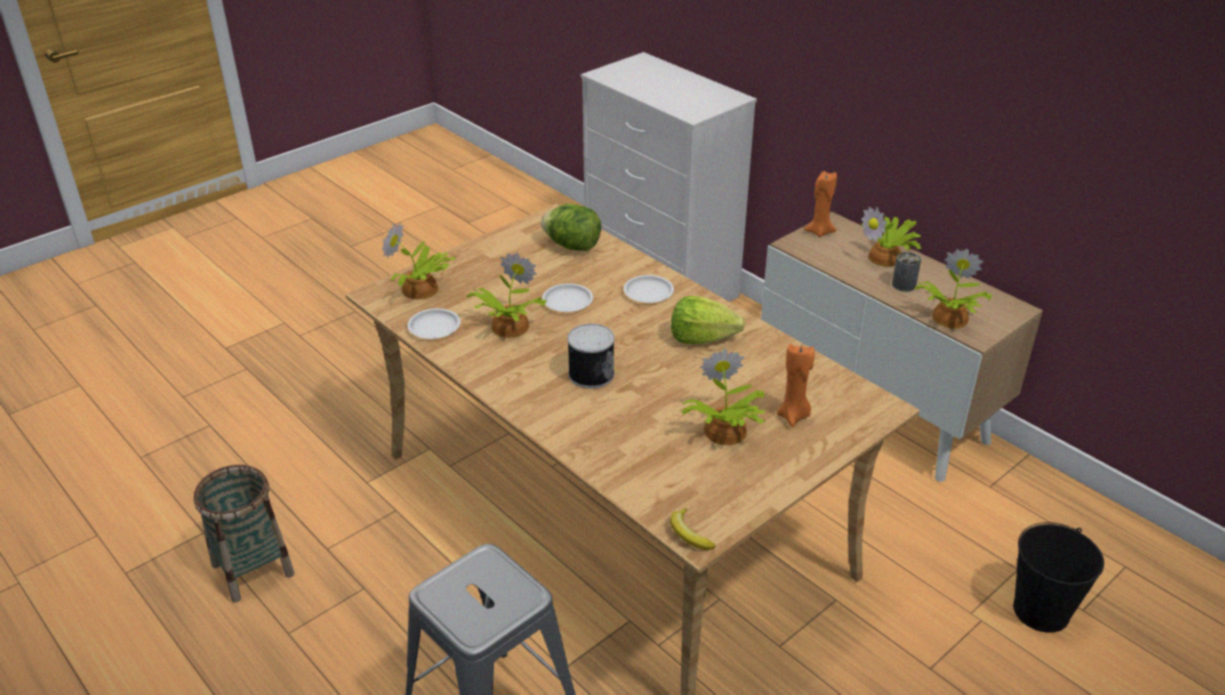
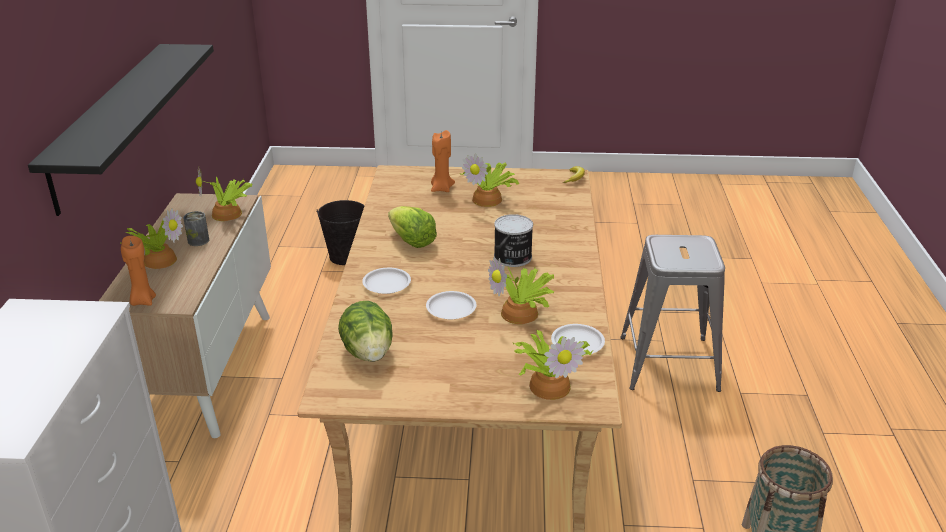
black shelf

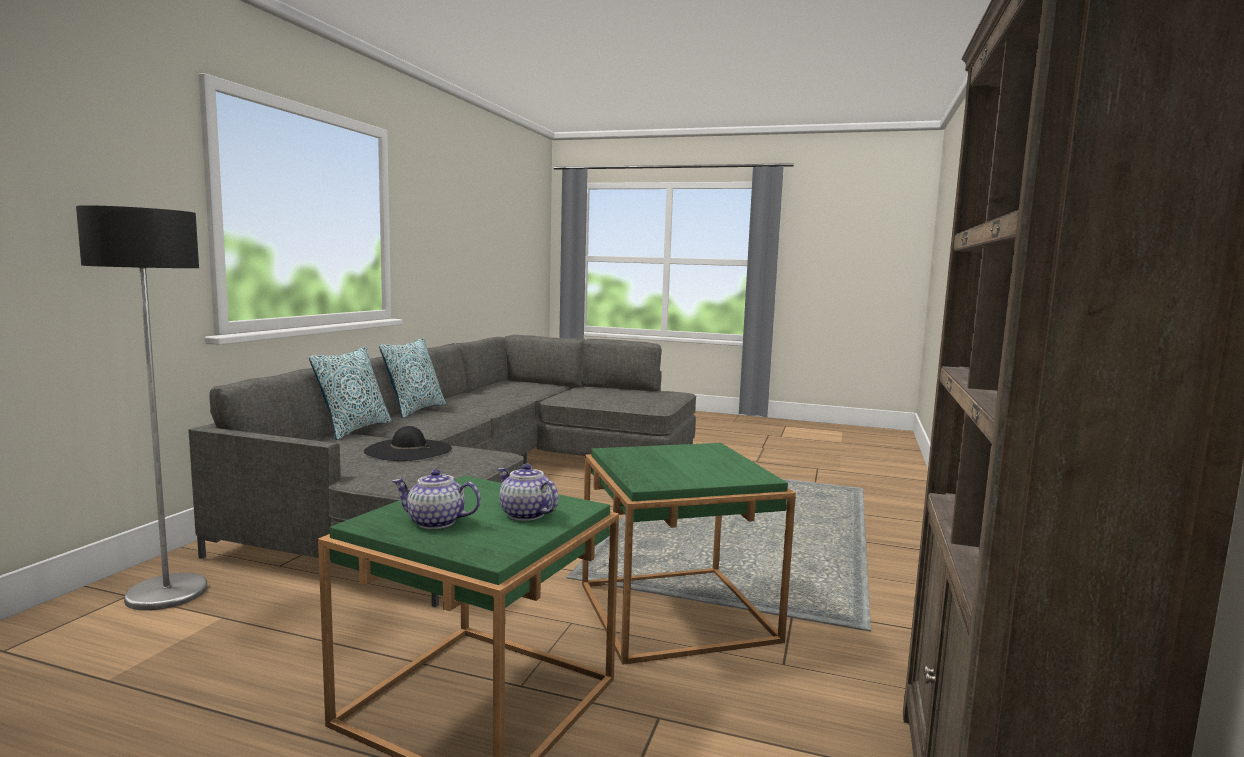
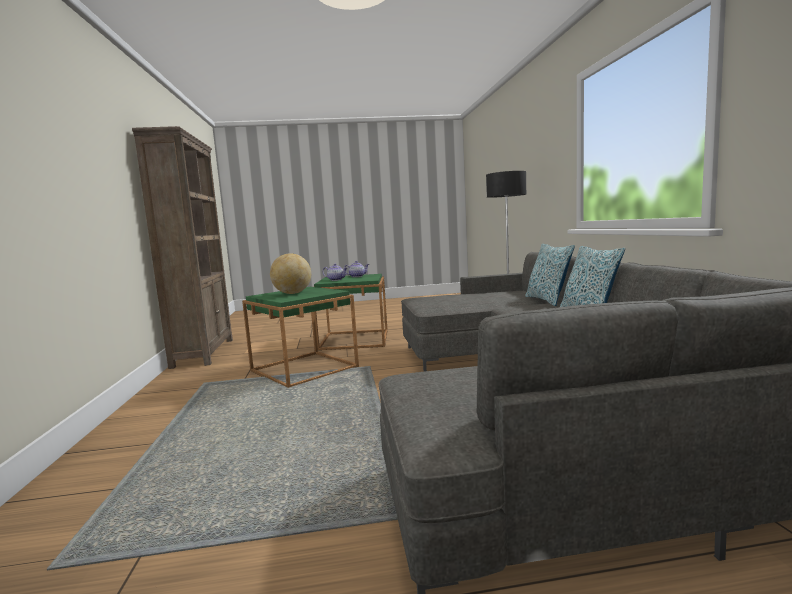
black hat; globe

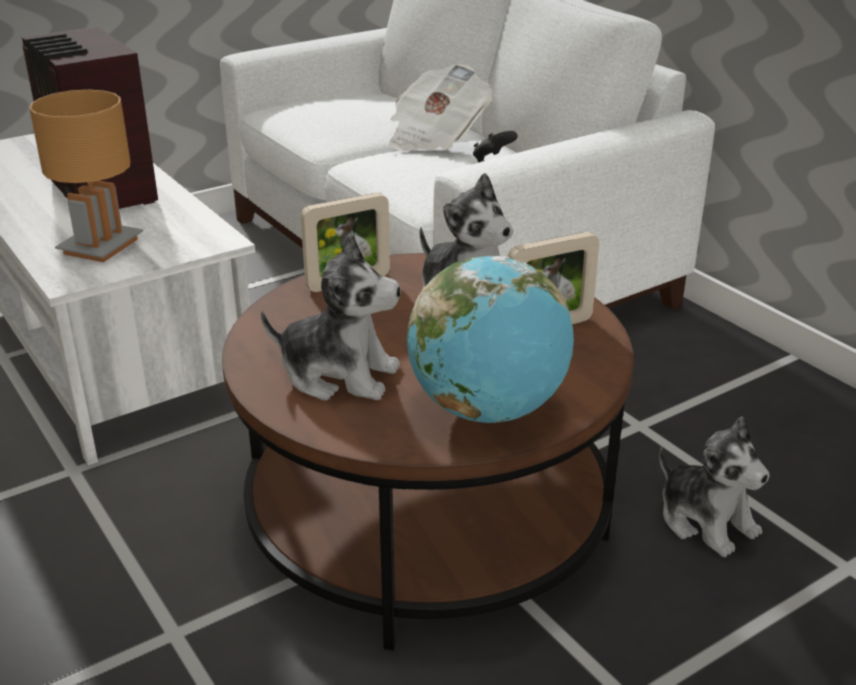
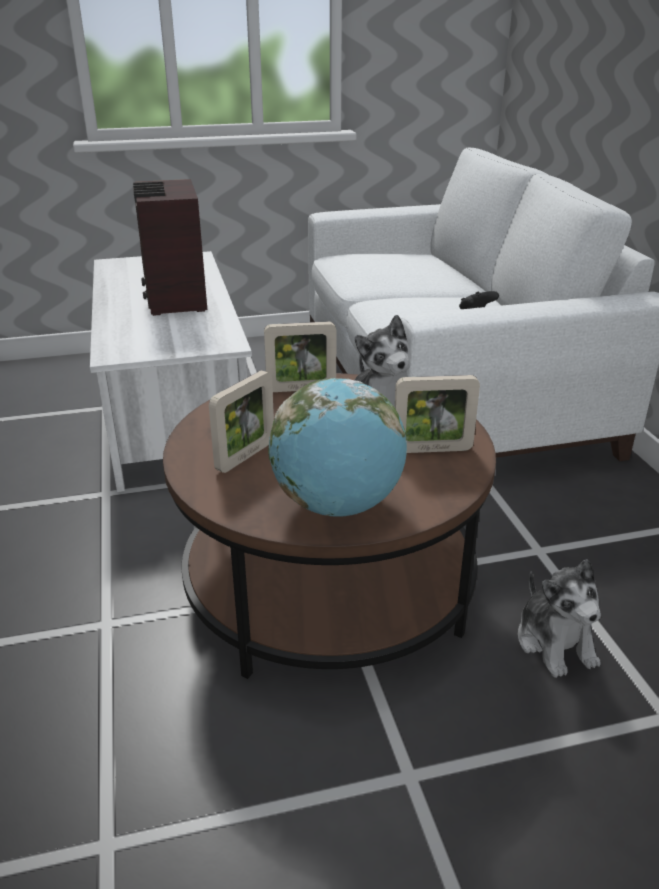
brown table lamp; newspaper; picture frame (no. 1 from left)

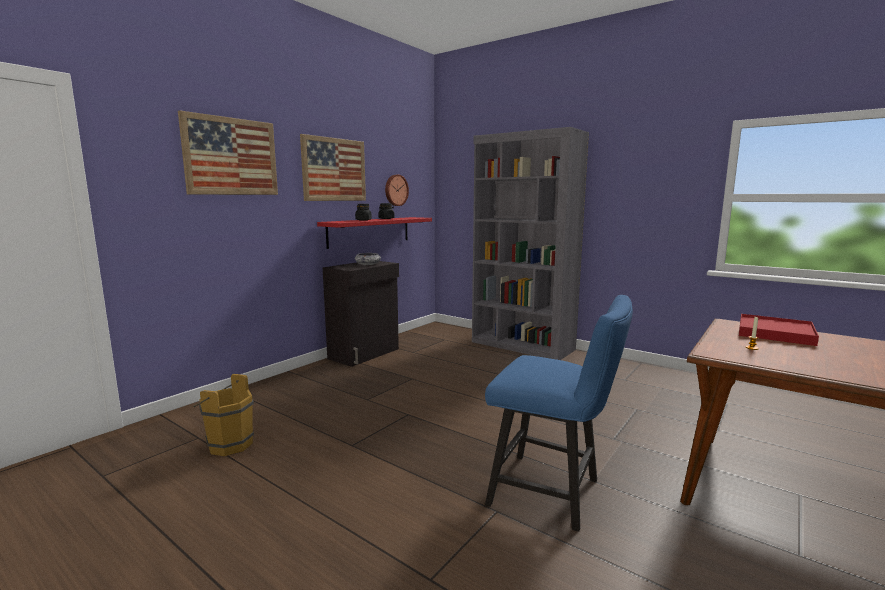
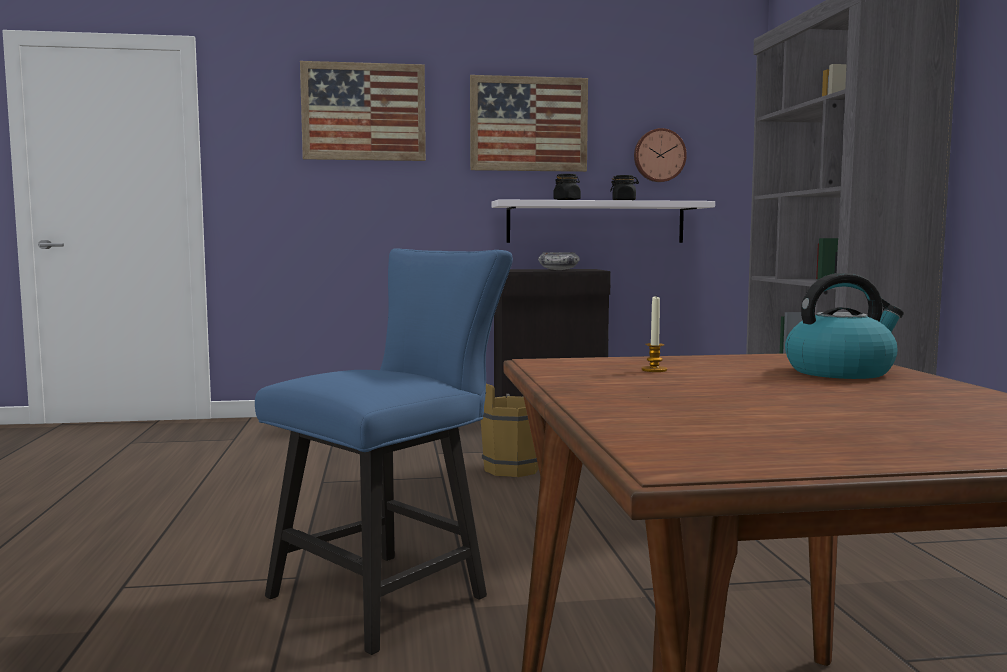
brown bucket; kettle; white shelf; blue chair

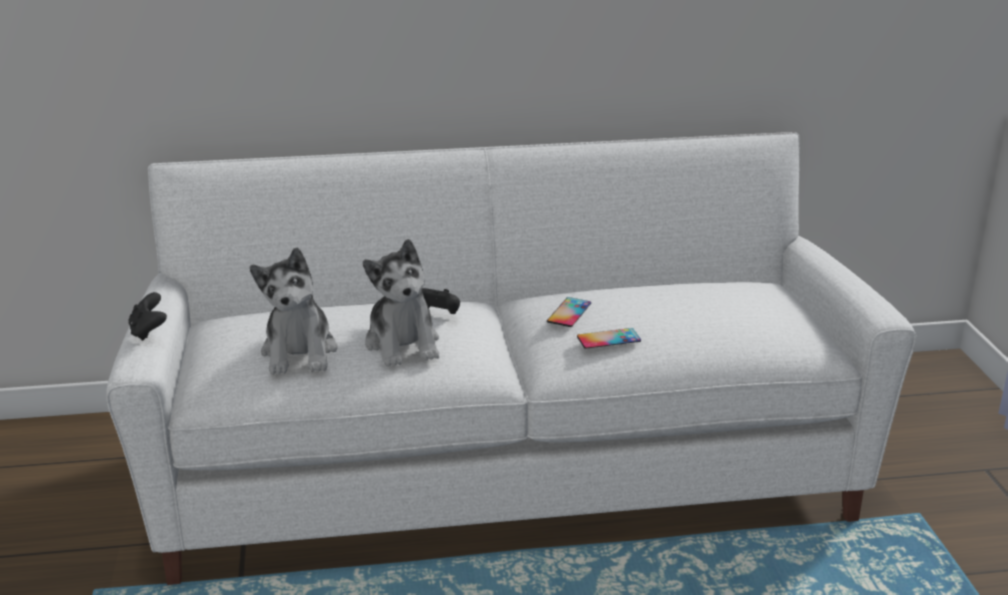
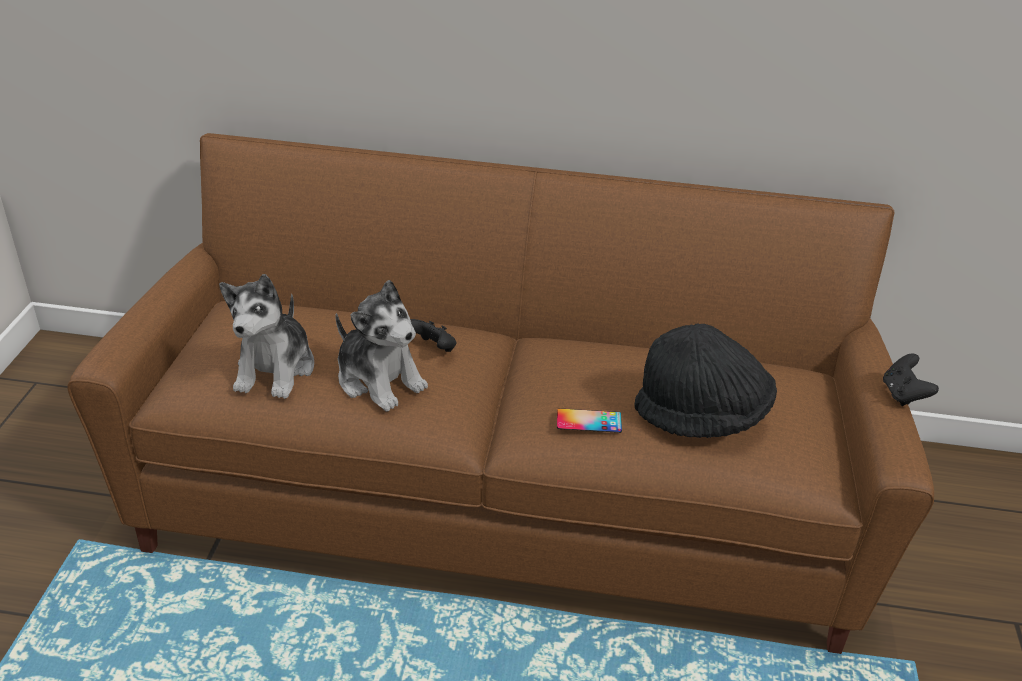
phone (no. 1 from left in the first image); black hat; black game controller (no. 2 from left); brown sofa; plush toy (no. 2 from left)

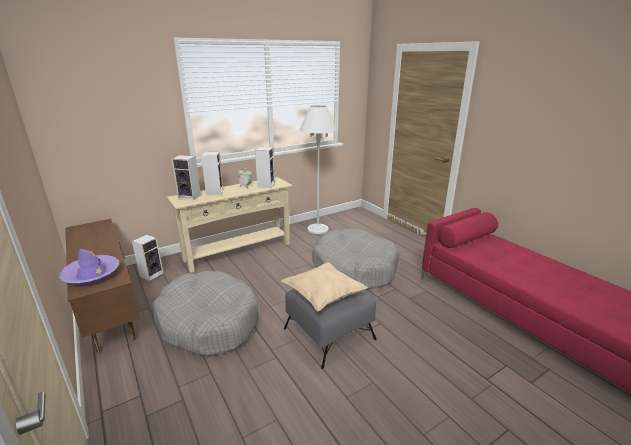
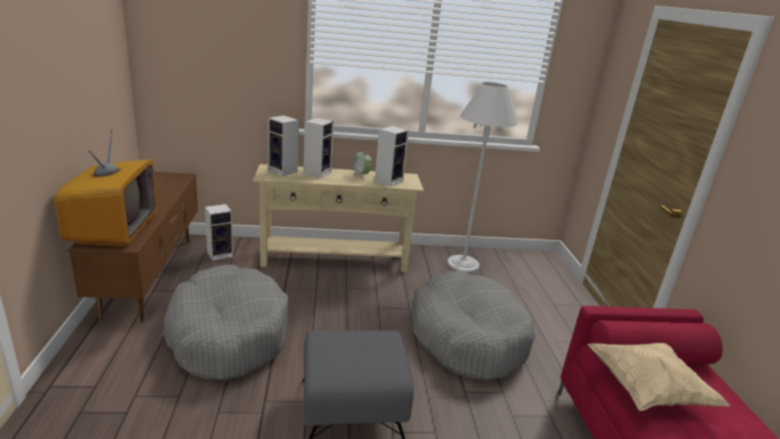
beige pillow; television

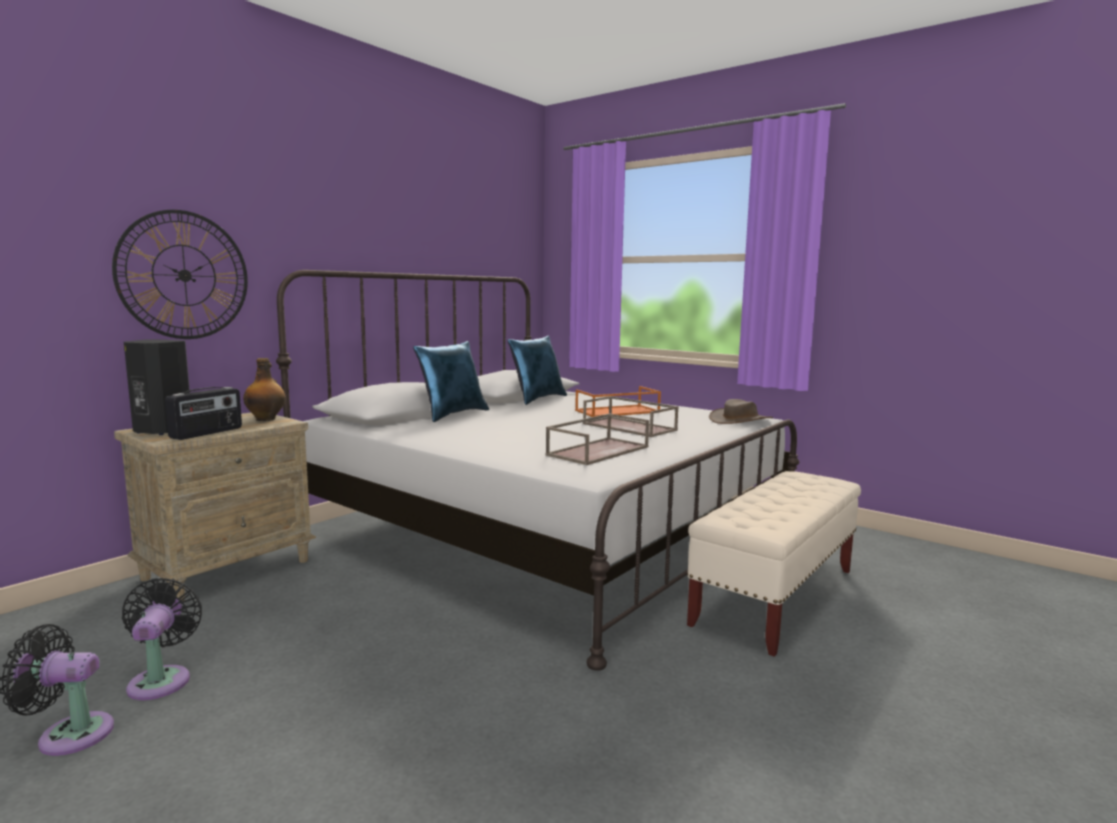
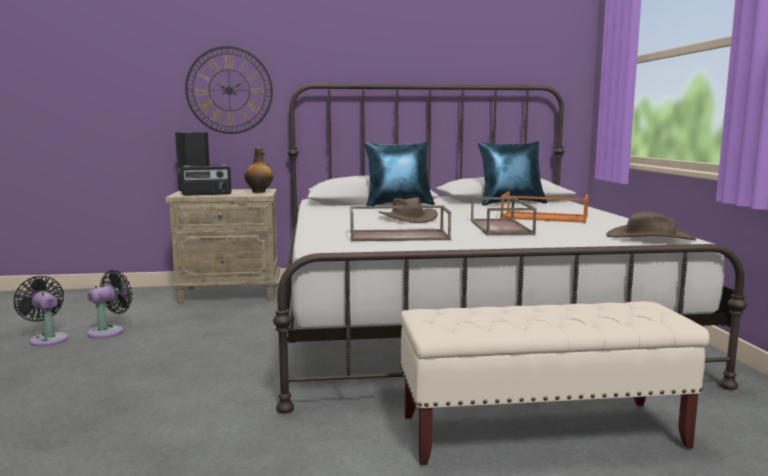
brown hat (no. 1 from left)

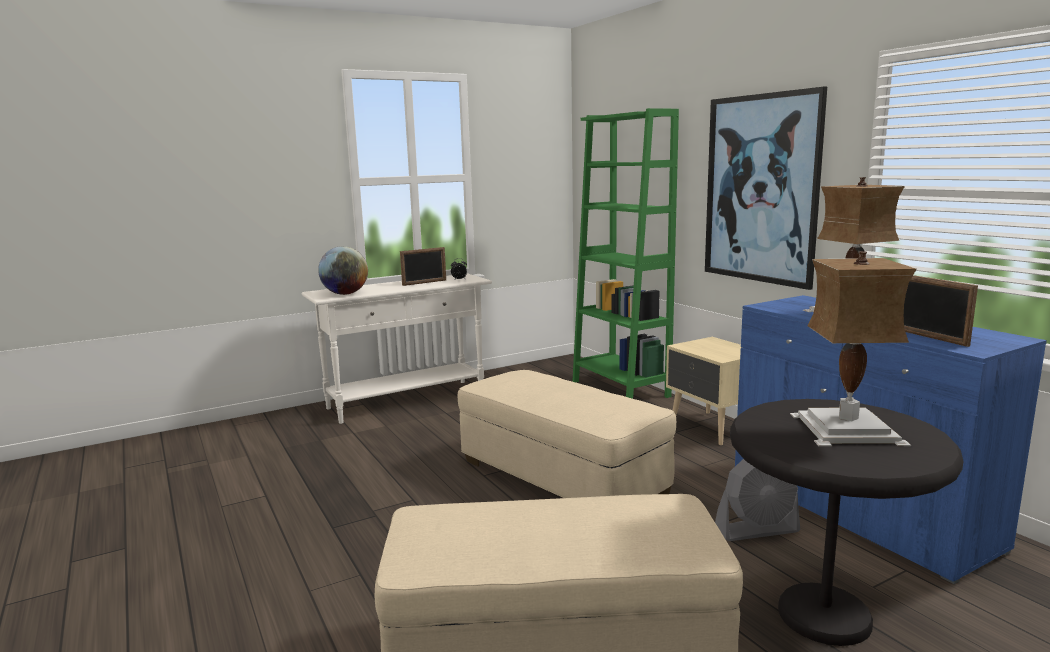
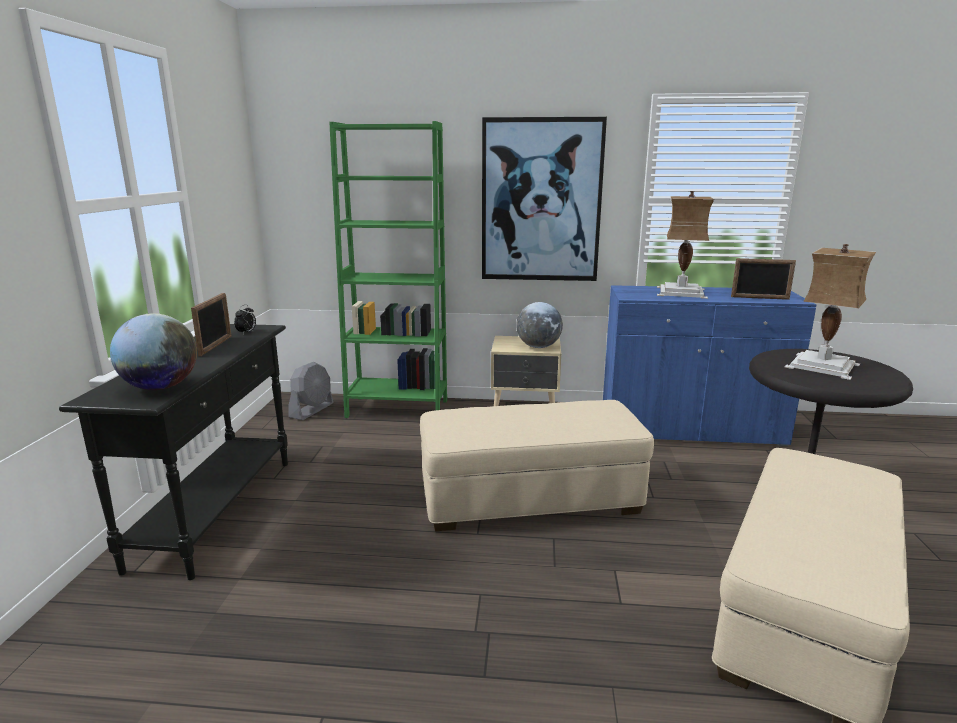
globe (no. 2 from left); grey fan; black console table

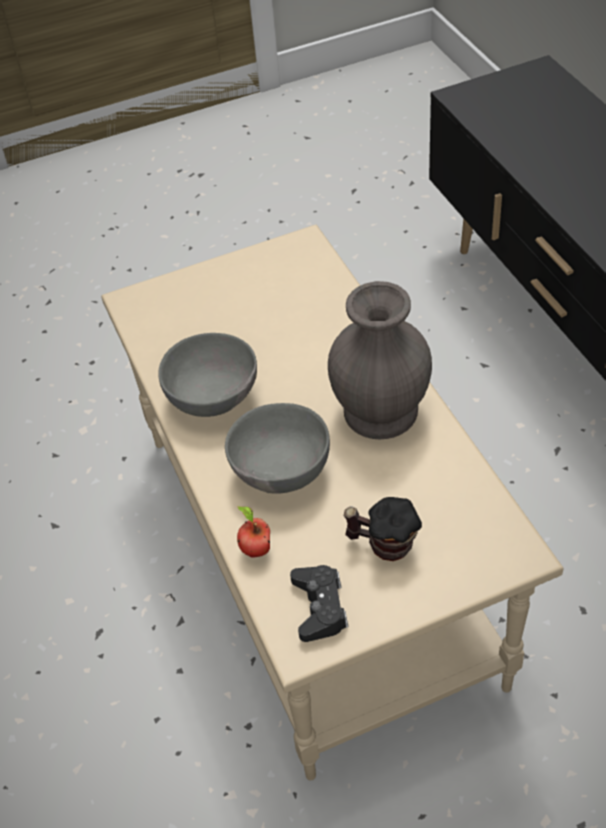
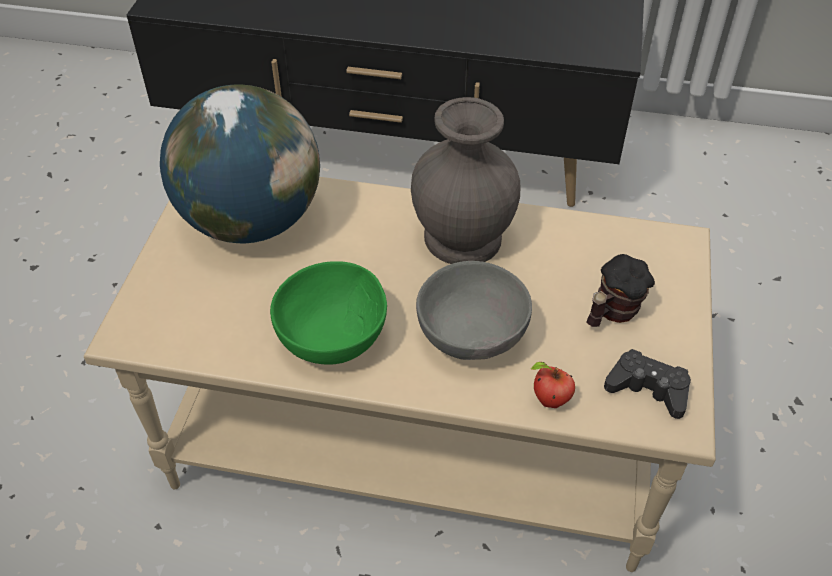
globe; green bowl

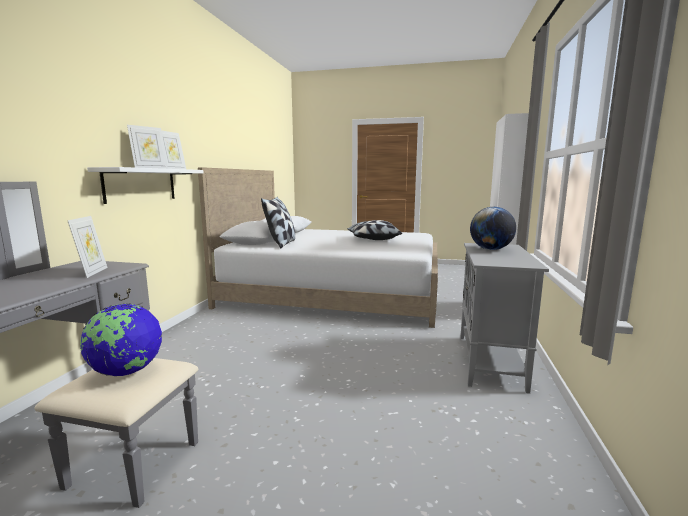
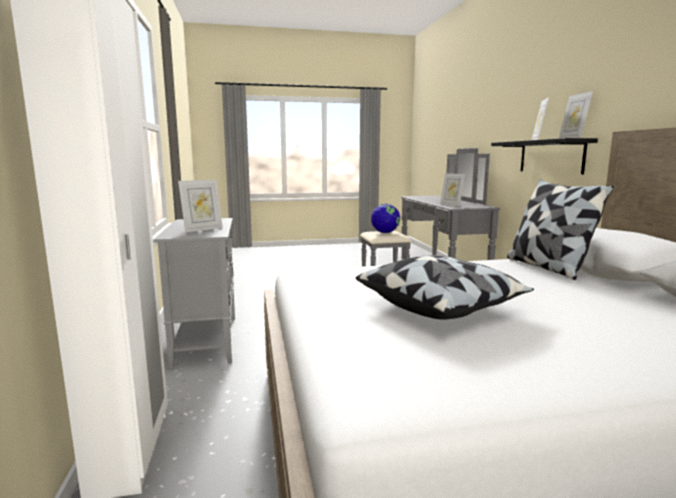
picture frame (no. 1 from left); black shelf

